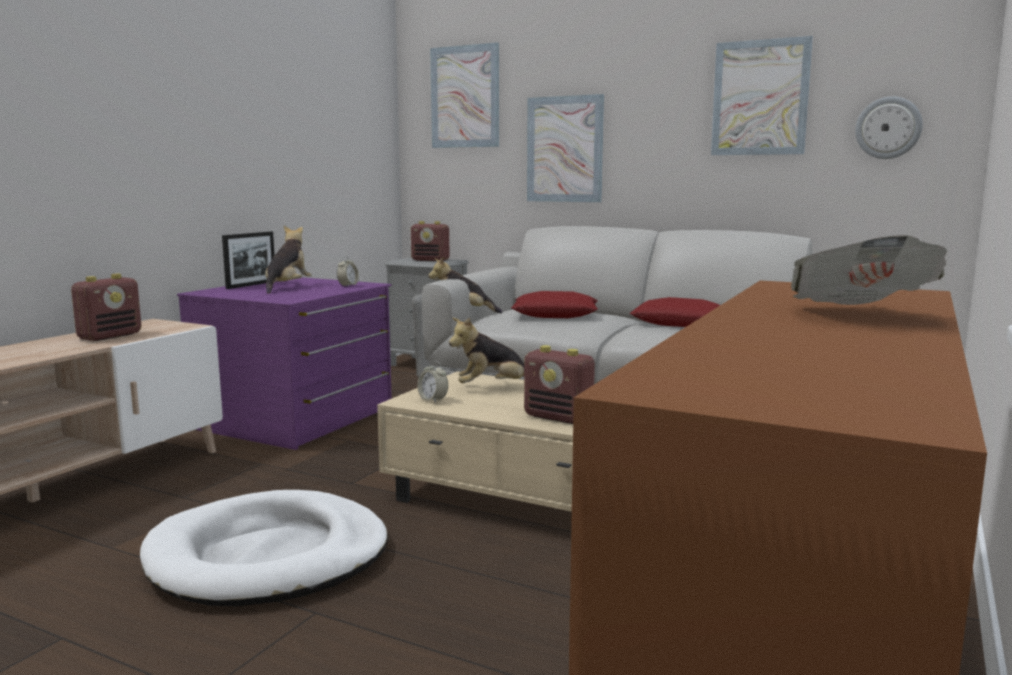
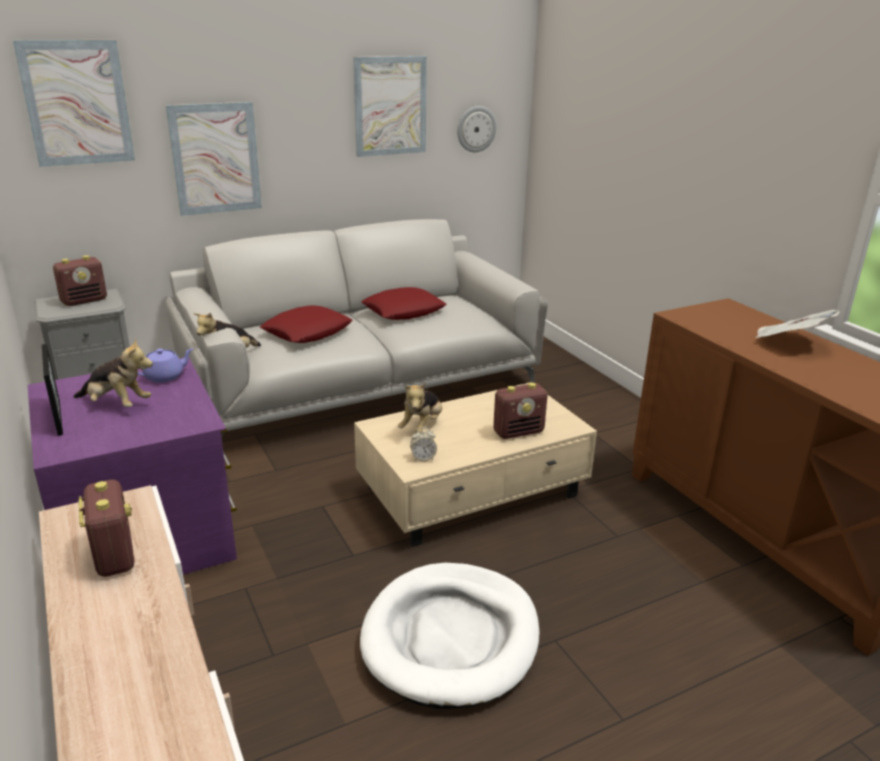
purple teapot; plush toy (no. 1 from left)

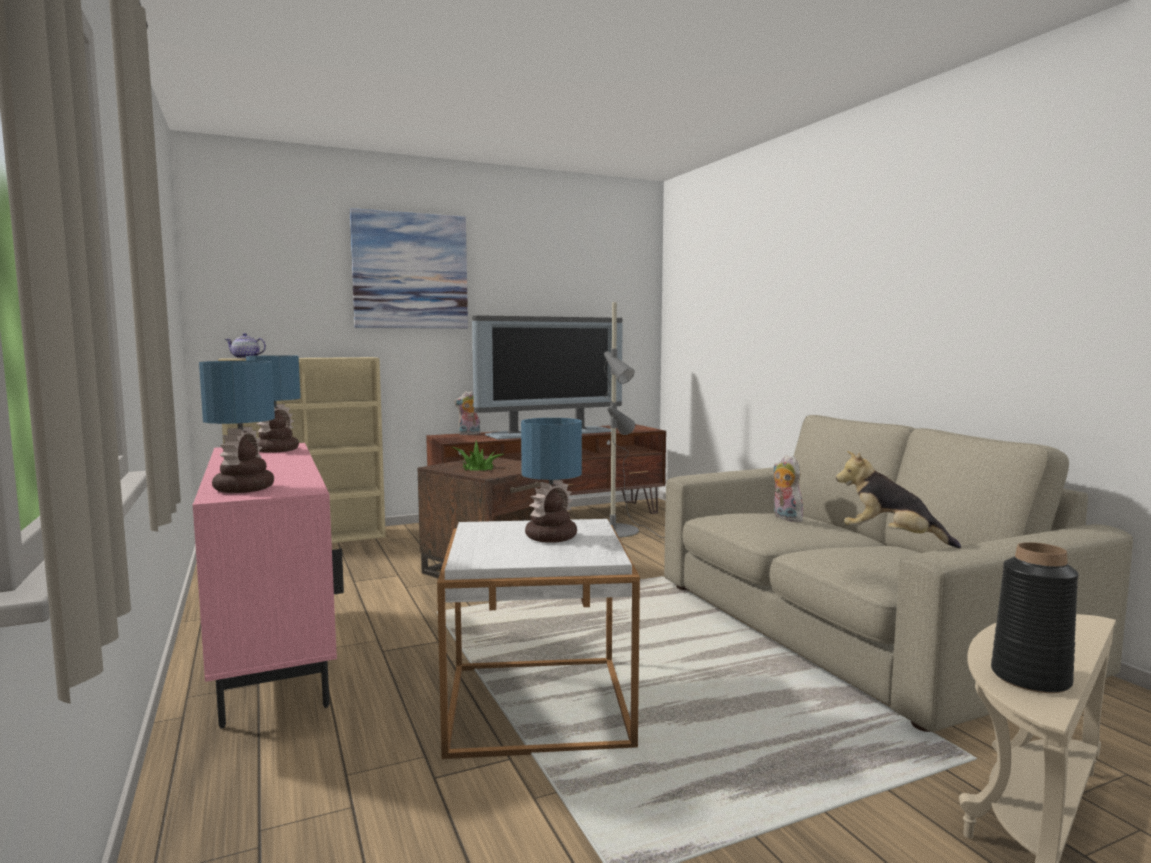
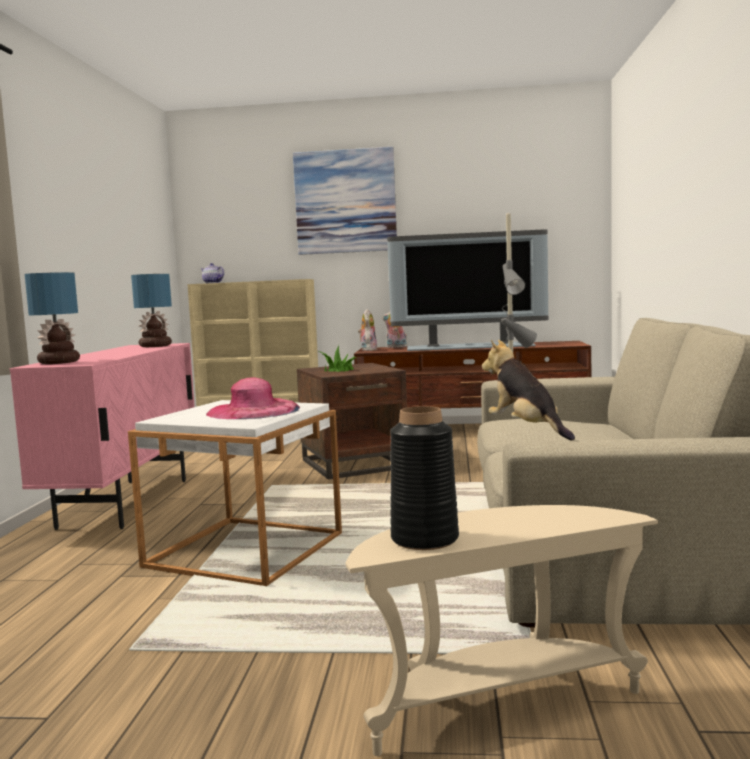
plush toy (no. 1 from left); pink hat

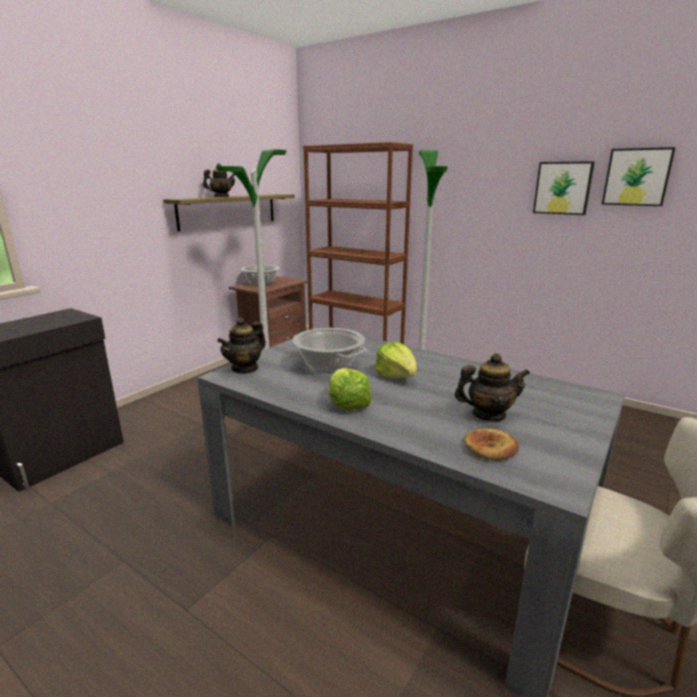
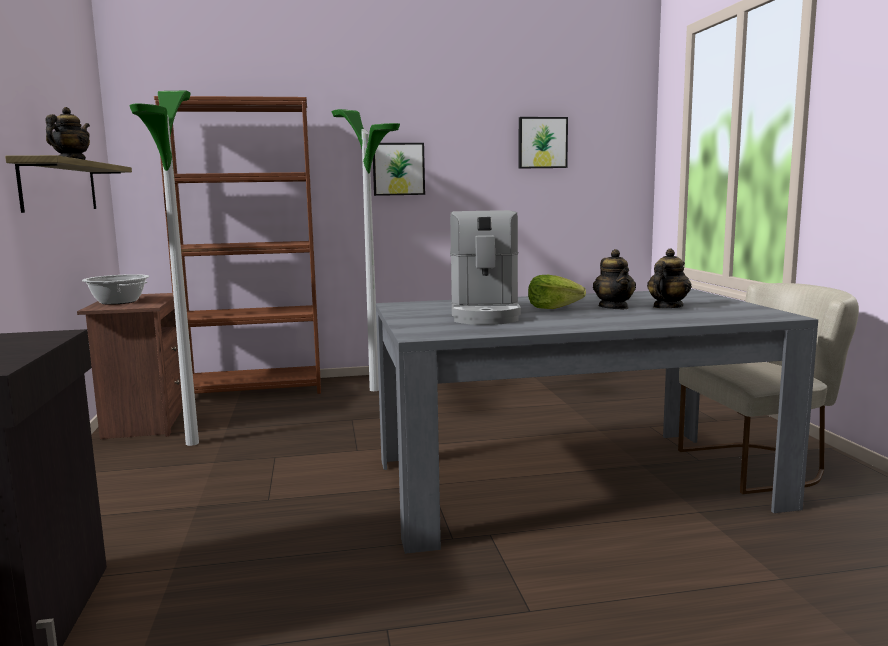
lettuce (no. 1 from left in the first image); bread; teapot (no. 2 from left); picture (no. 1 from left); coffee machine

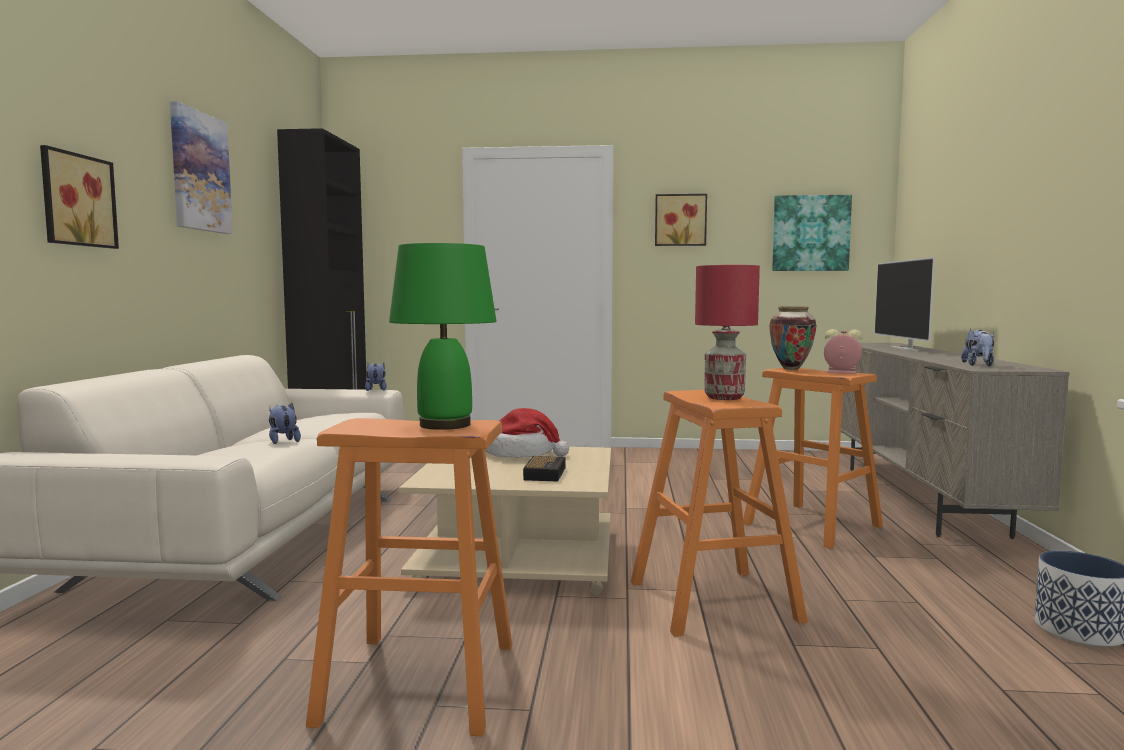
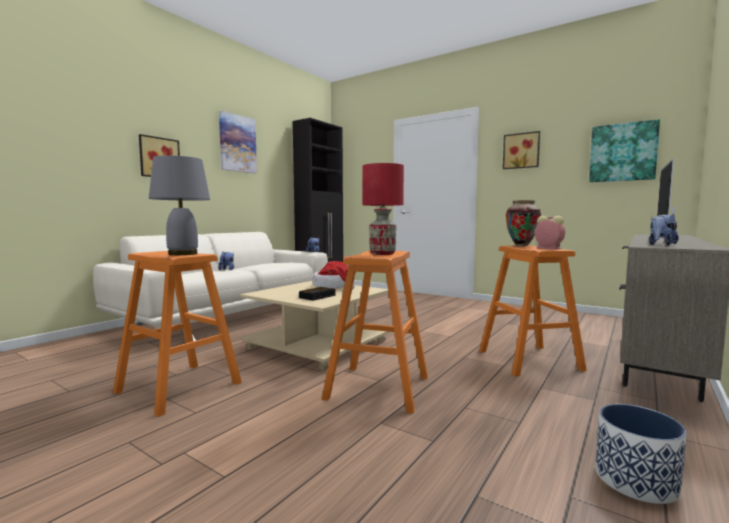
grey table lamp

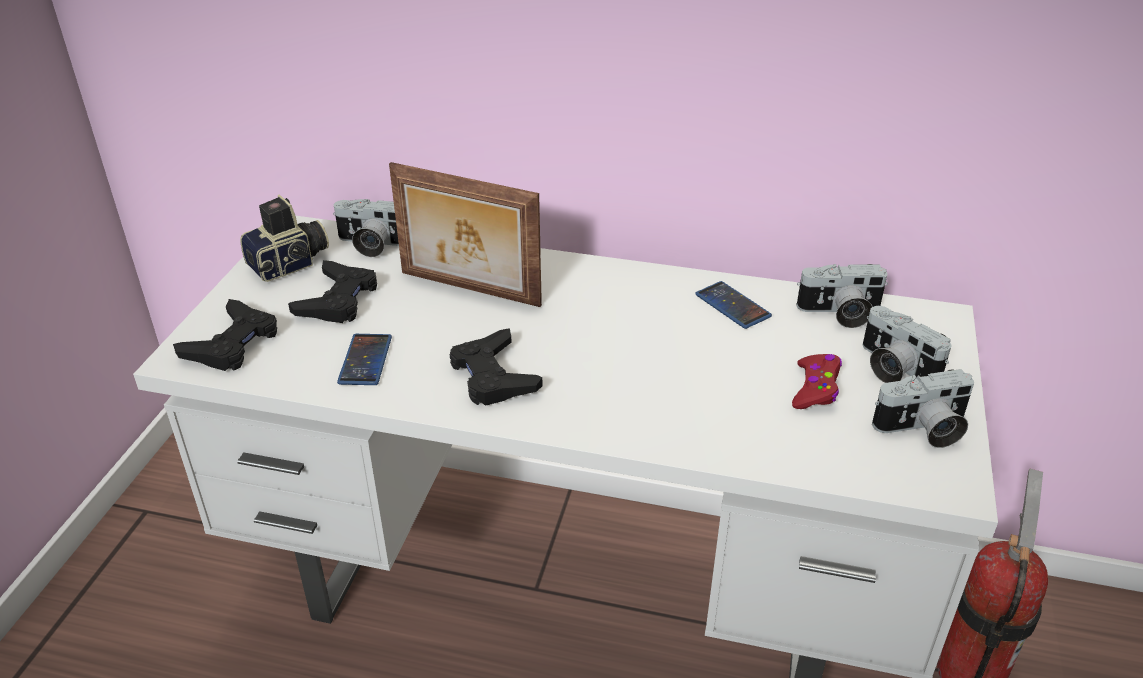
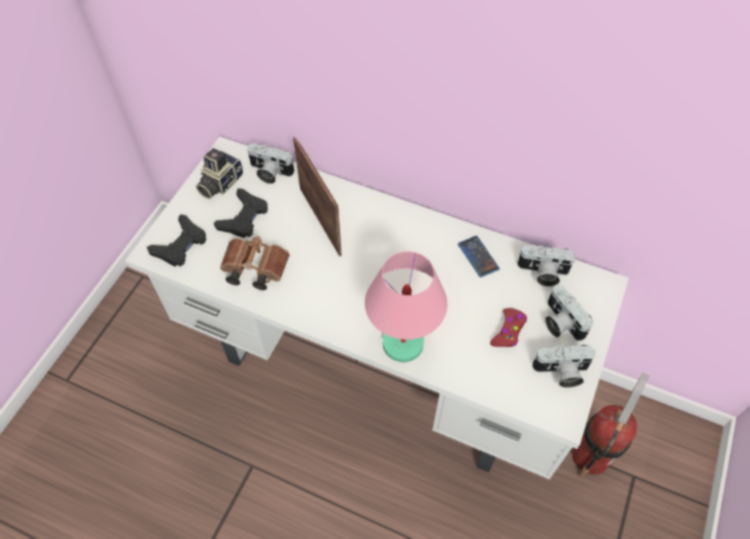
black game controller (no. 3 from left in the first image); pink table lamp; brown binoculars; photo camera (no. 1 from left); picture frame

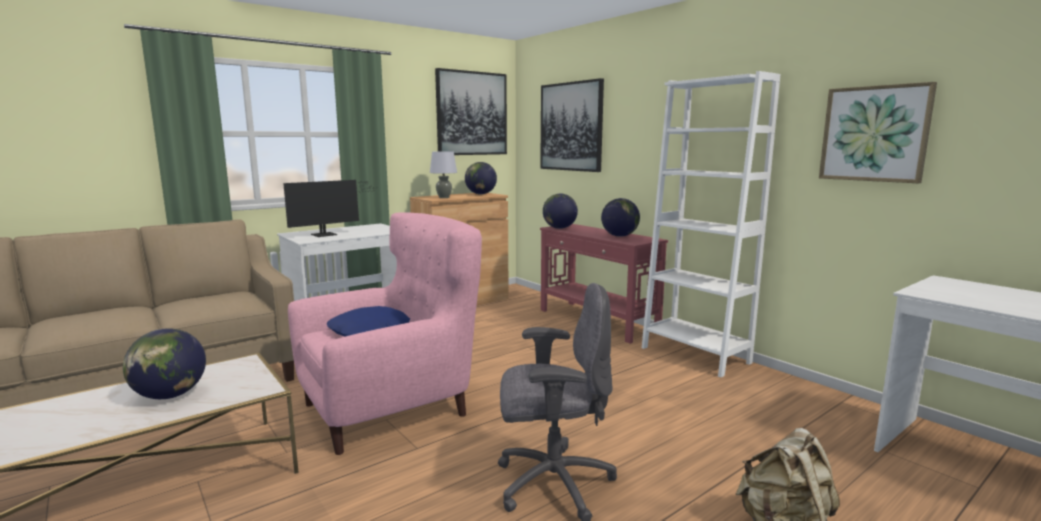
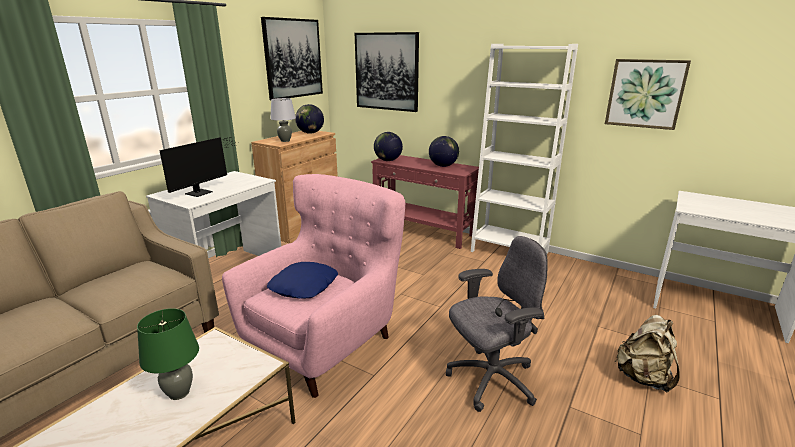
green table lamp

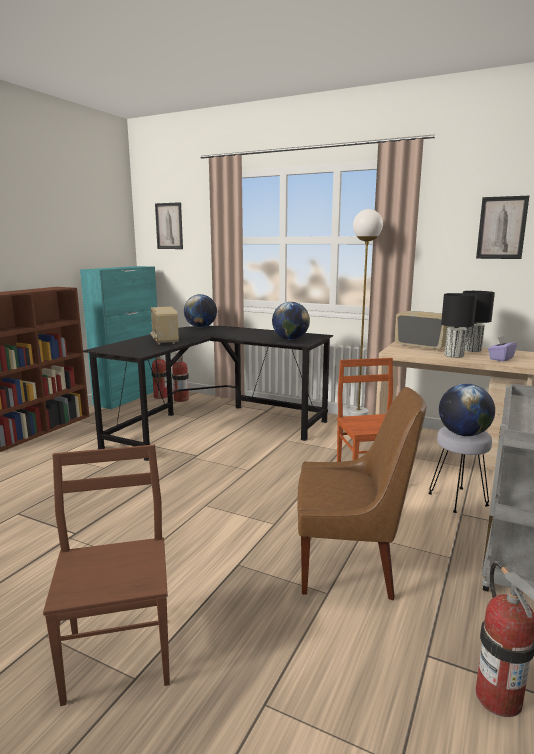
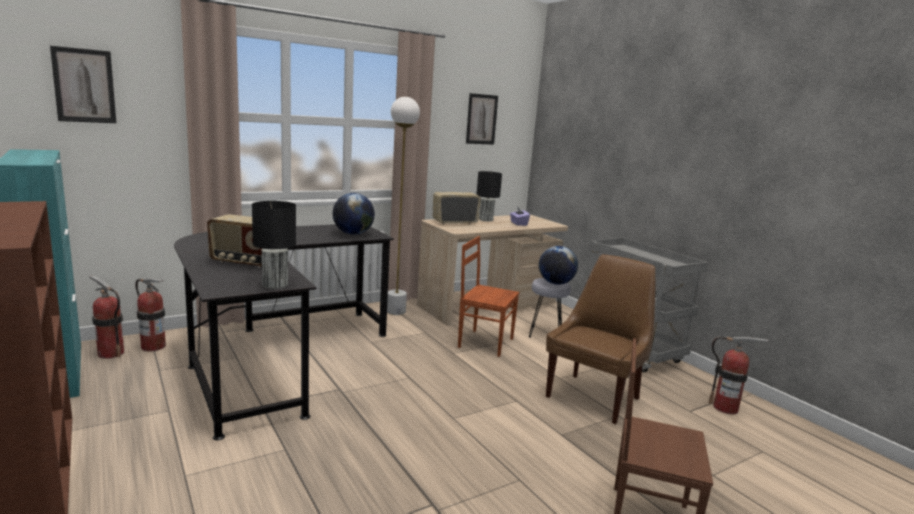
globe (no. 1 from left in the first image); black table lamp (no. 1 from left)

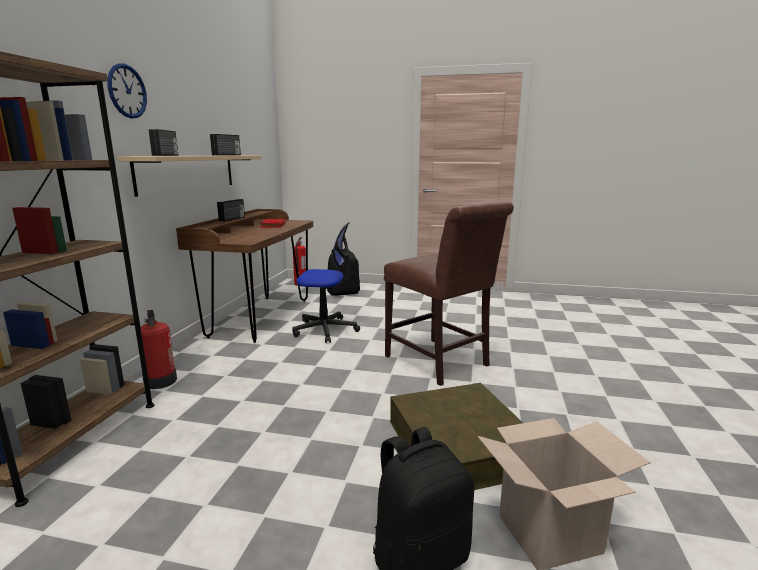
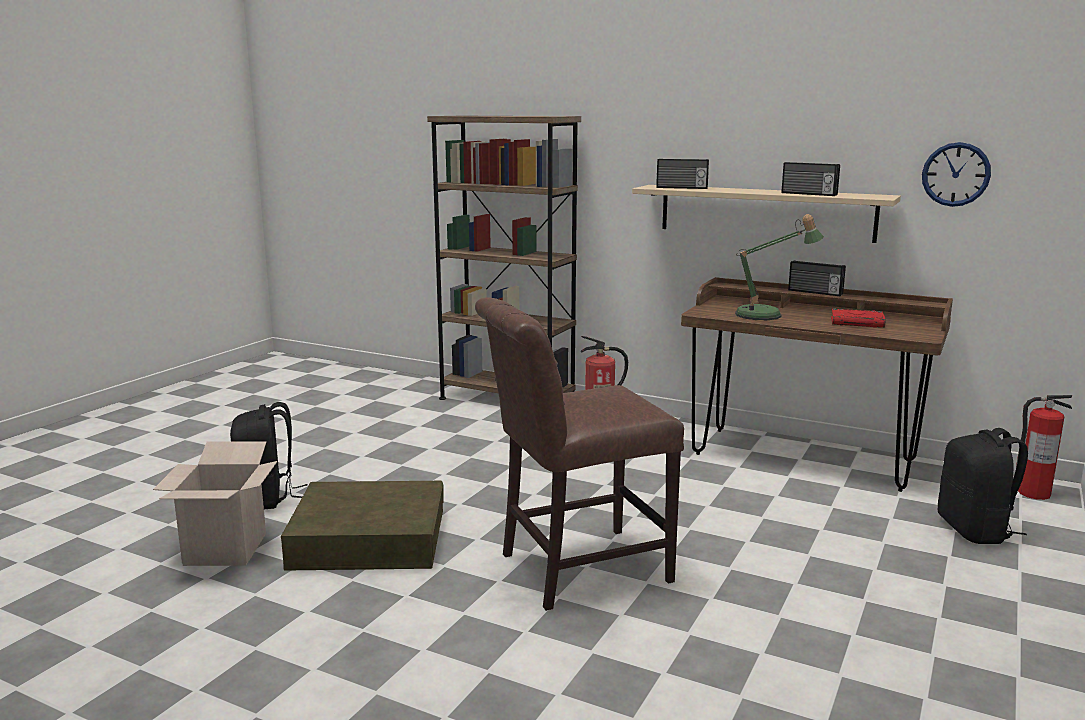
office chair; table lamp; wall clock

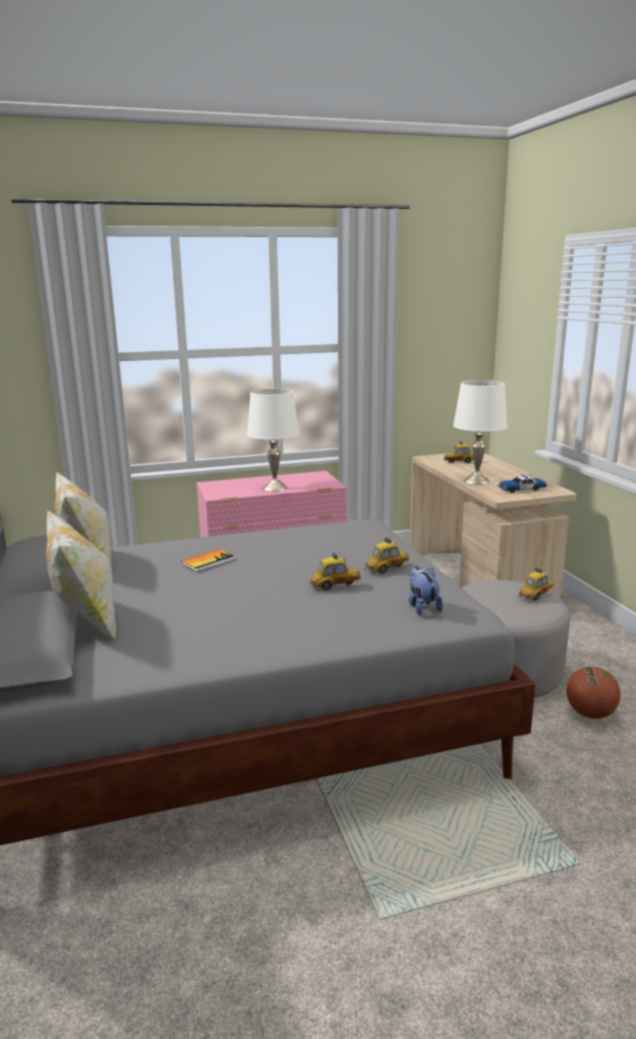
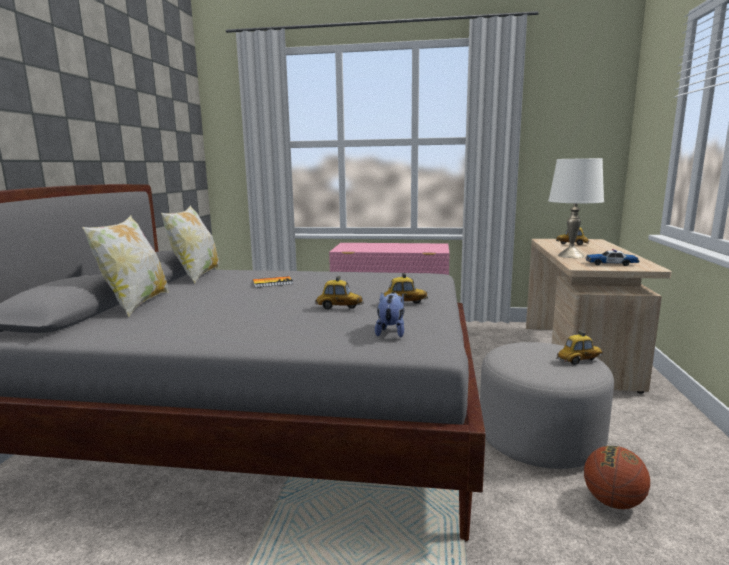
white table lamp (no. 1 from left in the first image)

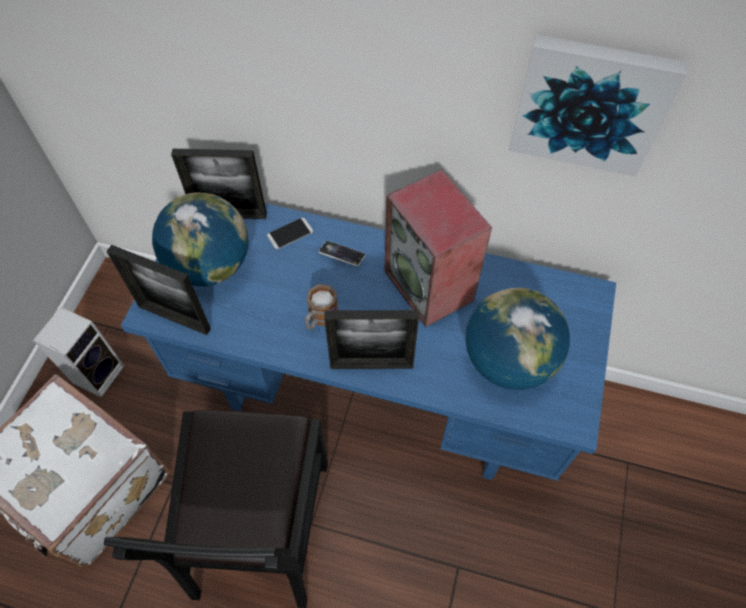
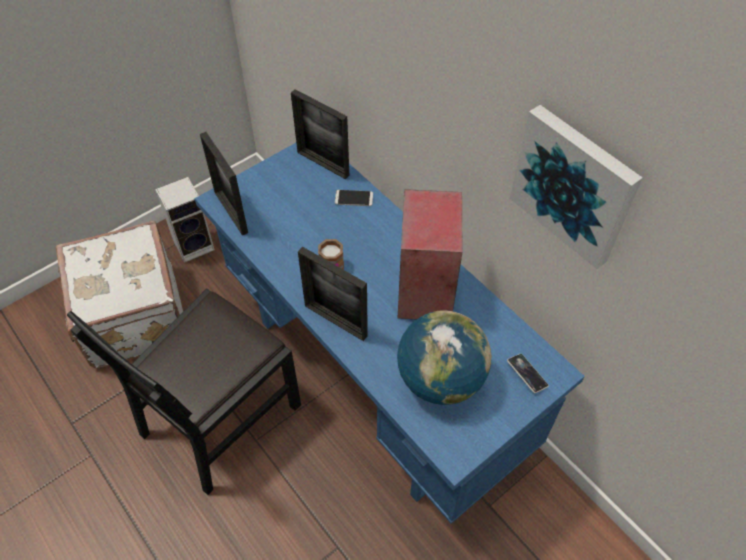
globe (no. 1 from left in the first image); phone (no. 2 from left)

